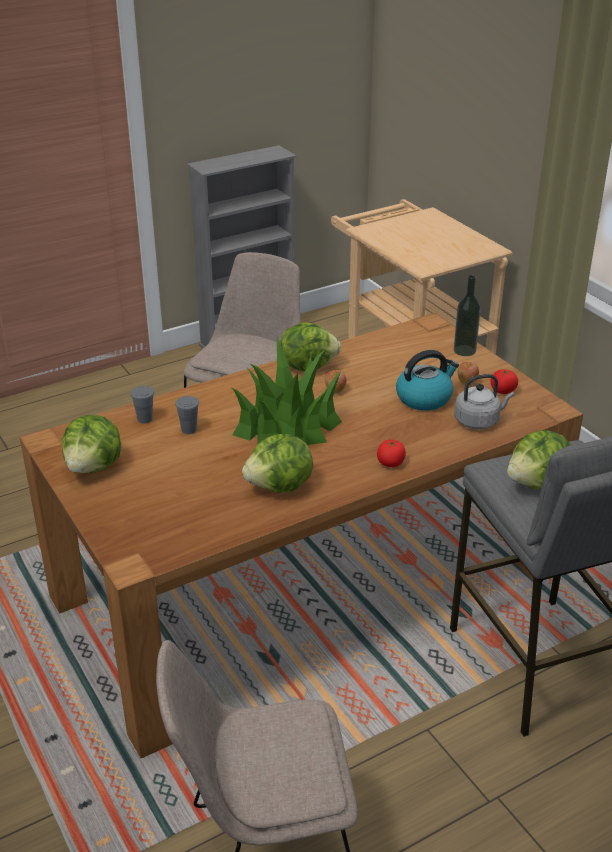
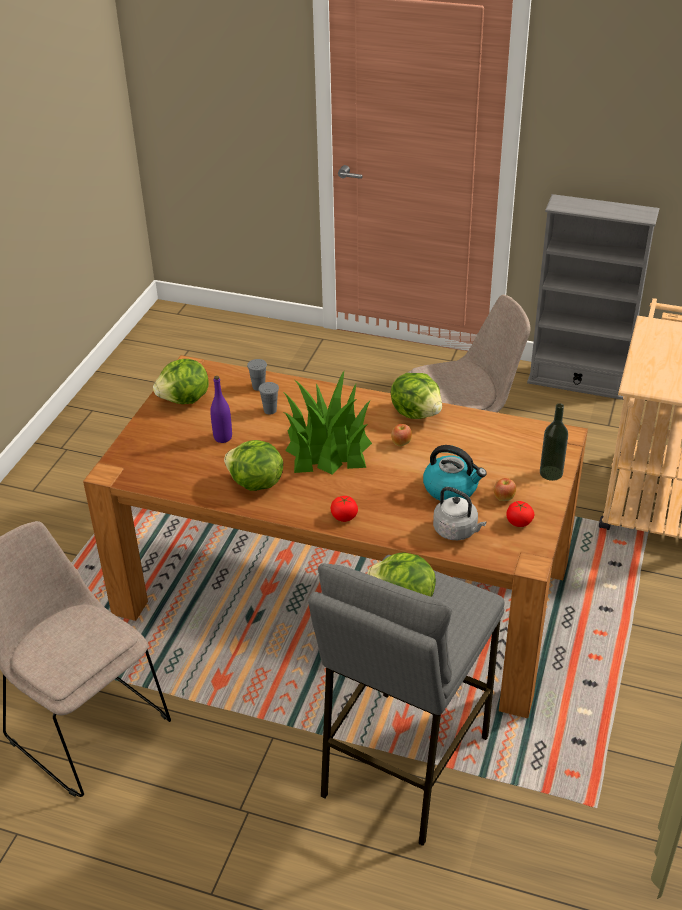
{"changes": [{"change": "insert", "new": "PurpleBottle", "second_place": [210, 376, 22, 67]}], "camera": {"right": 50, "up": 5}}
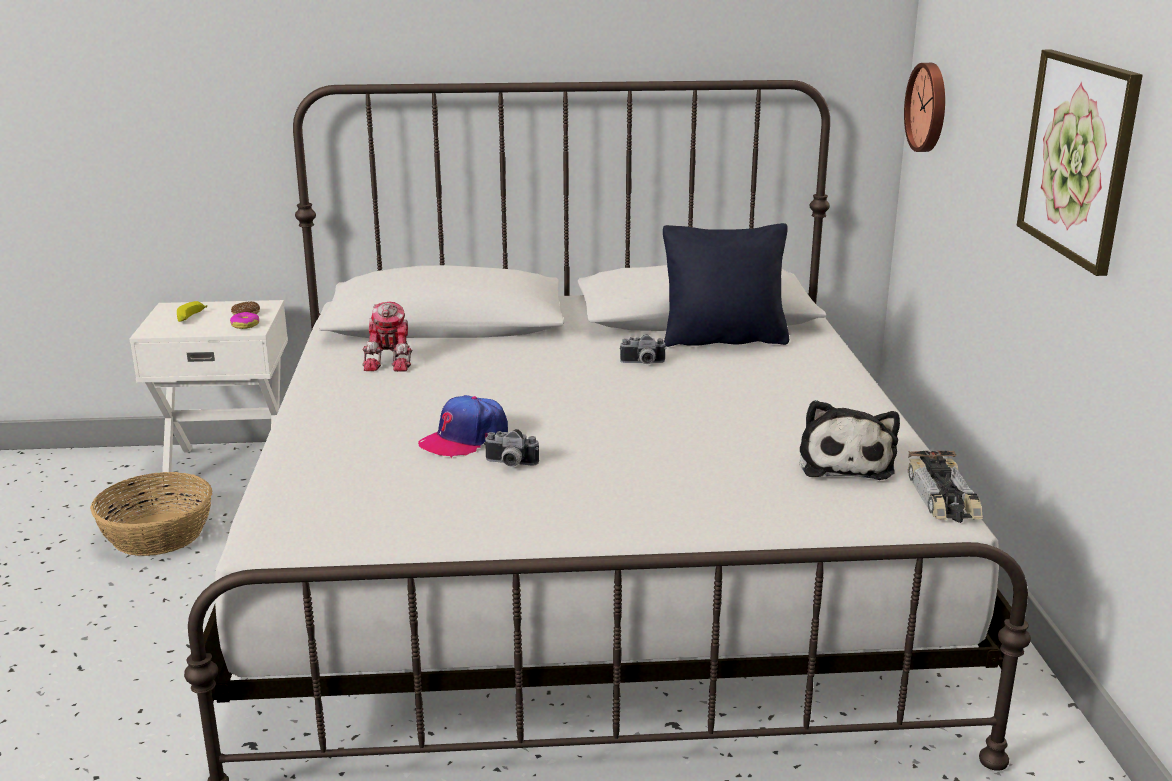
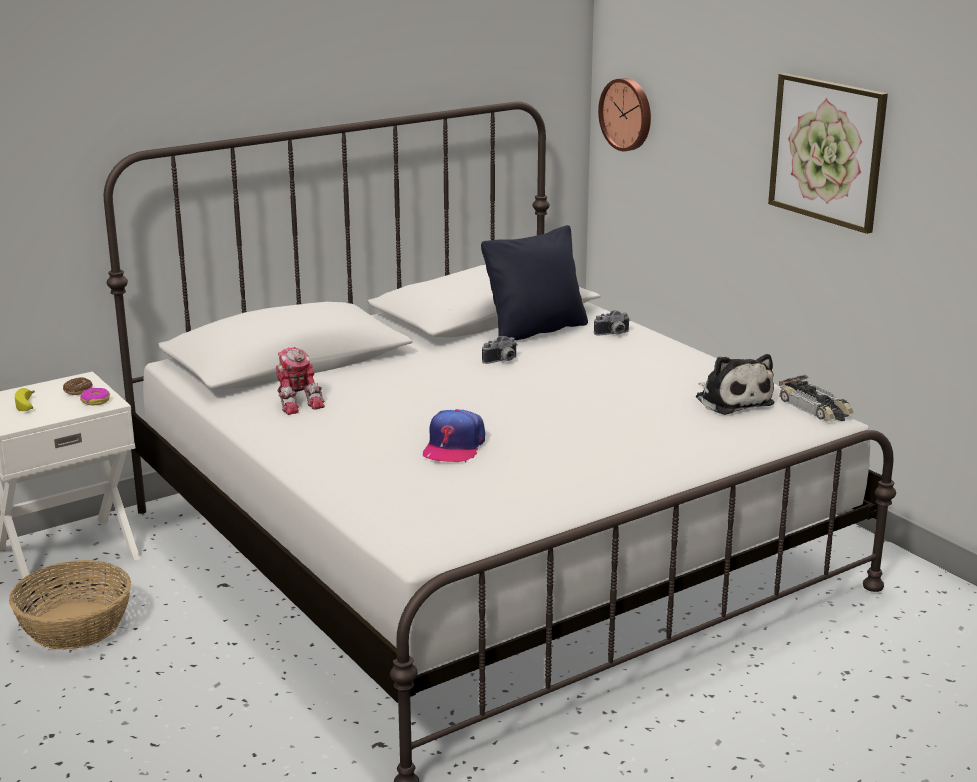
{"changes": [{"change": "move", "old": "PhotoCamera", "first_place": [484, 429, 55, 38], "second_place": [594, 310, 36, 25]}], "camera": {"right": -30, "up": 0}}
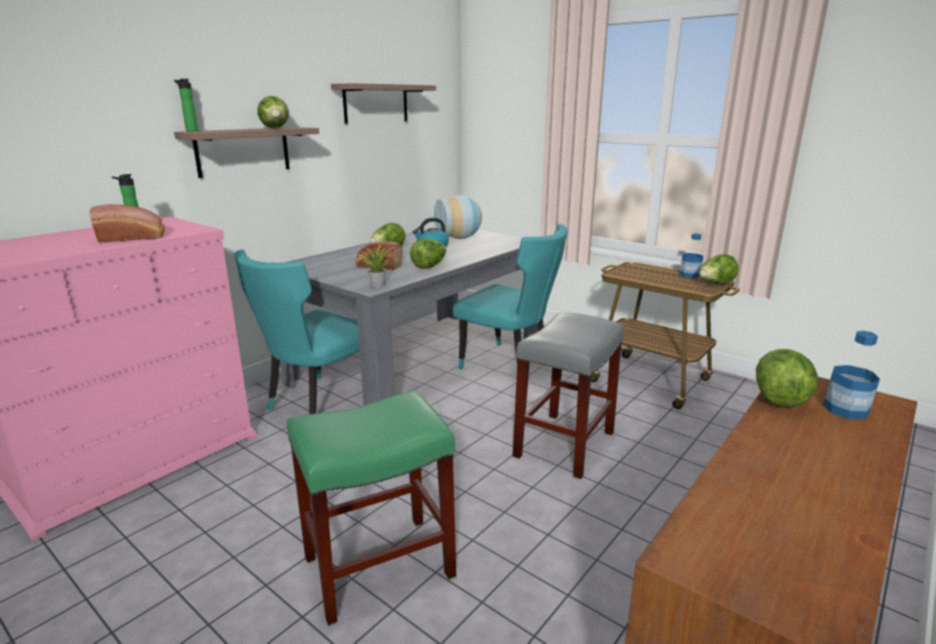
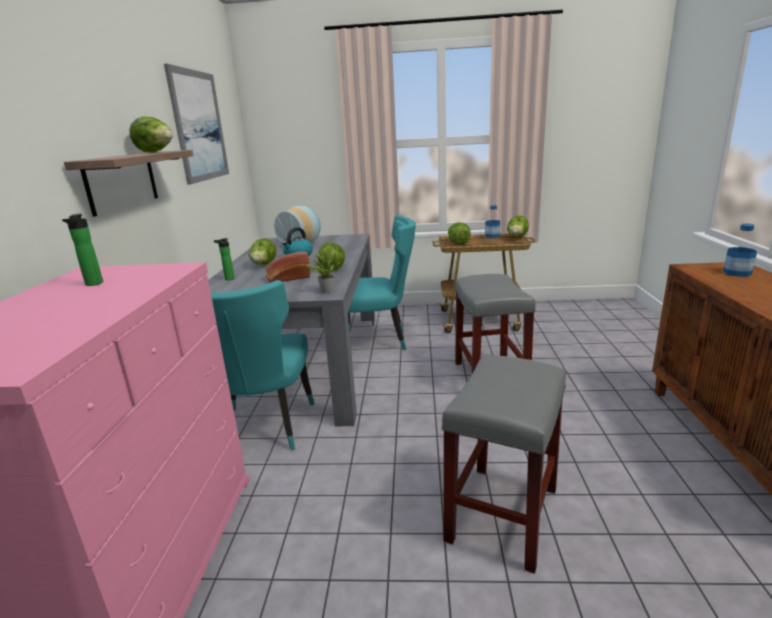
{"changes": [{"change": "replace", "old": "Shelf", "new": "Picture", "first_place": [331, 83, 105, 41], "second_place": [164, 64, 65, 121]}, {"change": "move", "old": "Bottle", "first_place": [174, 79, 24, 52], "second_place": [214, 238, 21, 42]}, {"change": "recolor", "old": "GreenStool", "new": "GreyStool", "first_place": [287, 390, 169, 236], "second_place": [441, 355, 125, 219]}, {"change": "move", "old": "Lettuce", "first_place": [756, 349, 62, 59], "second_place": [448, 222, 23, 23]}, {"change": "delete", "old": "Bread", "first_place": [90, 204, 74, 39]}], "camera": {"right": -35, "up": 0}}
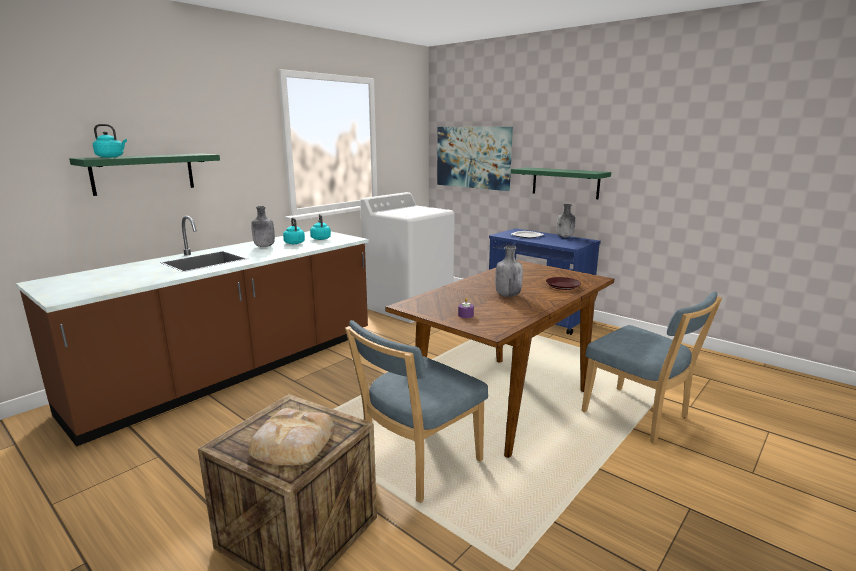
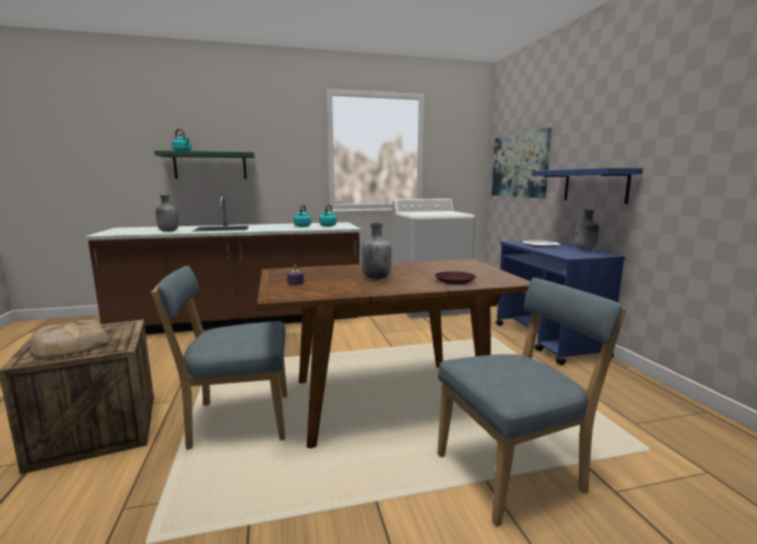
{"changes": [{"change": "move", "old": "GreyBottle", "first_place": [251, 206, 24, 41], "second_place": [156, 195, 22, 37]}, {"change": "rotate", "old": "BlueChair", "first_place": [581, 291, 141, 153], "second_place": [437, 278, 189, 249], "degrees": -105}, {"change": "recolor", "old": "GreenShelf", "new": "BlueShelf", "first_place": [511, 167, 100, 32], "second_place": [532, 168, 111, 36]}], "camera": {"right": 35, "up": -5}}
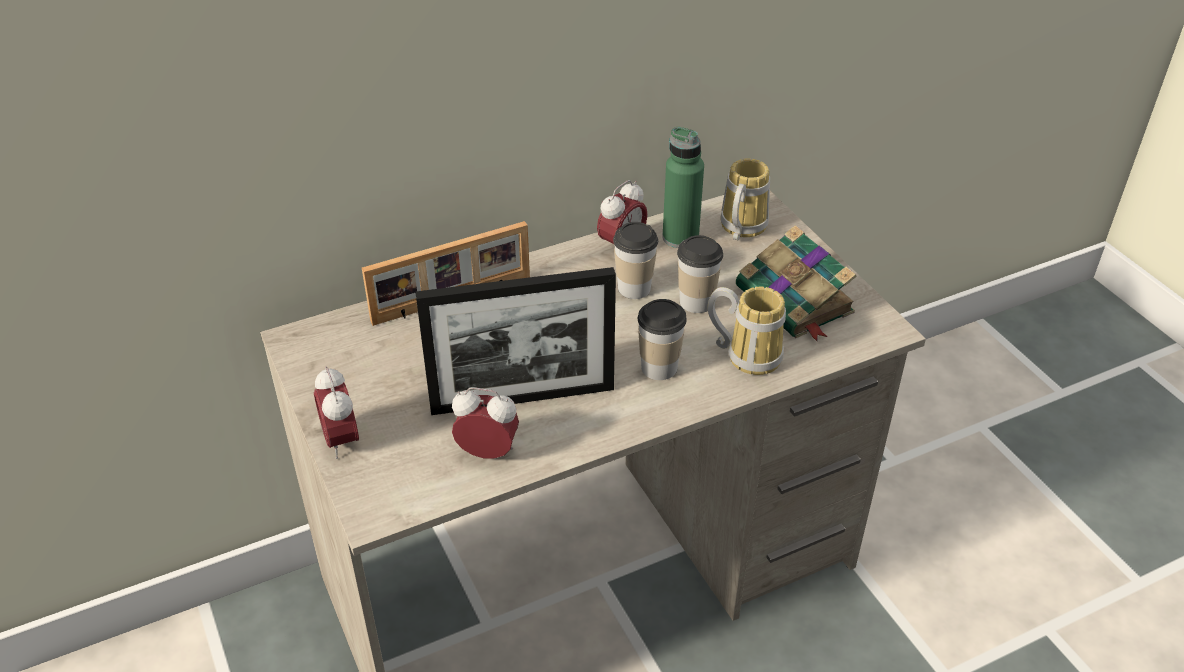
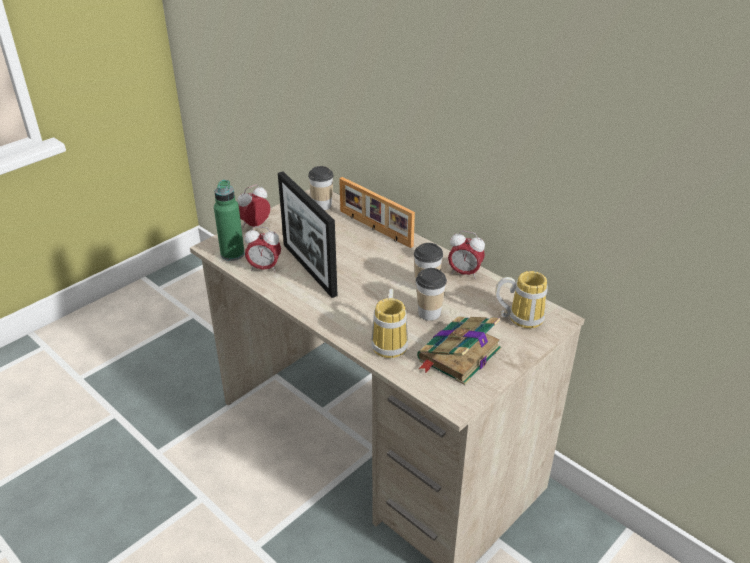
{"changes": [{"change": "move", "old": "GreenBottle", "first_place": [662, 127, 42, 121], "second_place": [214, 180, 31, 81]}, {"change": "rotate", "old": "AlarmClock", "first_place": [452, 387, 67, 72], "second_place": [244, 226, 37, 47], "degrees": 105}, {"change": "move", "old": "Cup", "first_place": [638, 299, 49, 81], "second_place": [308, 166, 26, 44]}], "camera": {"right": 70, "up": -5}}
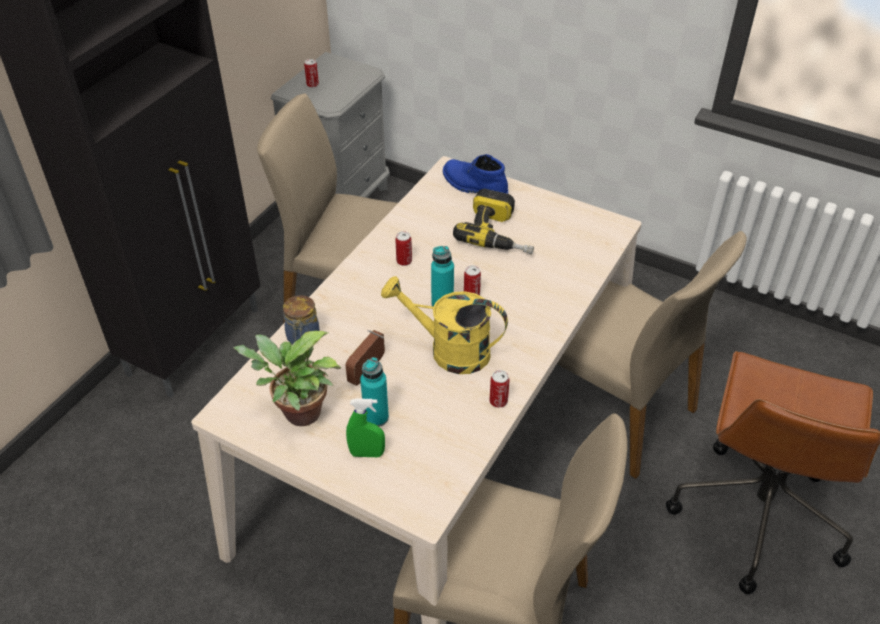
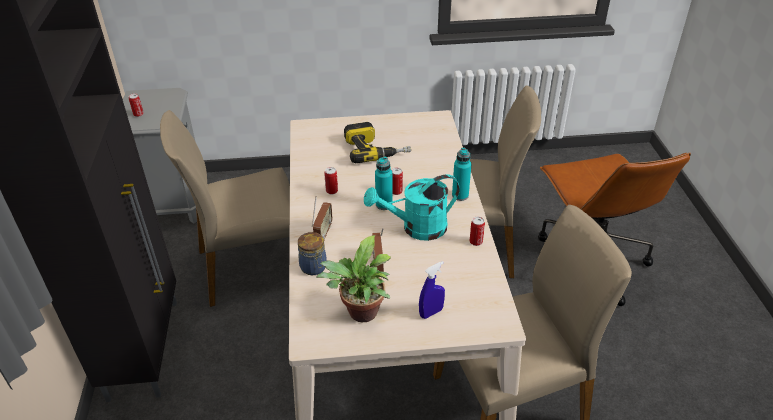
{"changes": [{"change": "insert", "new": "Radio", "second_place": [312, 196, 21, 47]}, {"change": "recolor", "old": "YellowWateringCan", "new": "TurquoiseWateringCan", "first_place": [381, 276, 127, 98], "second_place": [364, 174, 96, 67]}, {"change": "recolor", "old": "GreenSprayBottle", "new": "BlueSprayBottle", "first_place": [346, 399, 39, 58], "second_place": [419, 261, 26, 58]}, {"change": "move", "old": "TurquoiseBottle", "first_place": [360, 357, 29, 70], "second_place": [452, 148, 20, 53]}, {"change": "delete", "old": "BlueBoot", "first_place": [443, 154, 65, 40]}], "camera": {"right": -35, "up": -5}}
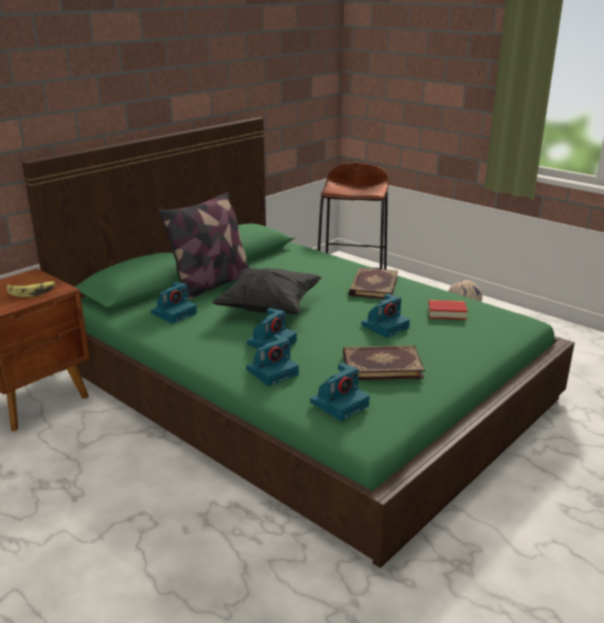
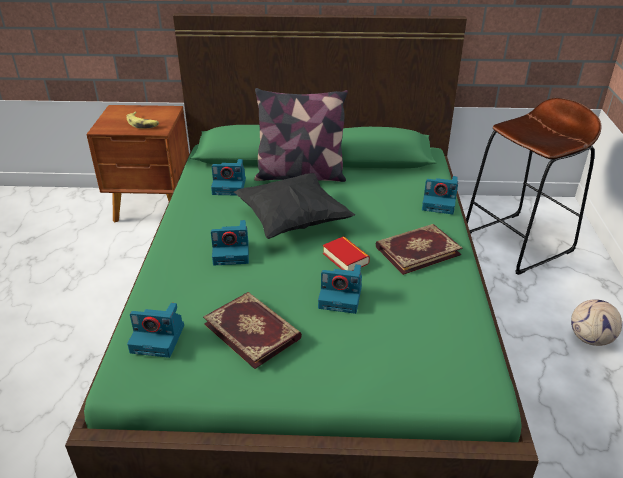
{"changes": [{"change": "move", "old": "Book", "first_place": [428, 300, 40, 20], "second_place": [323, 236, 47, 35]}, {"change": "move", "old": "PhotoCamera", "first_place": [246, 334, 53, 52], "second_place": [422, 176, 36, 38]}], "camera": {"right": 50, "up": 10}}
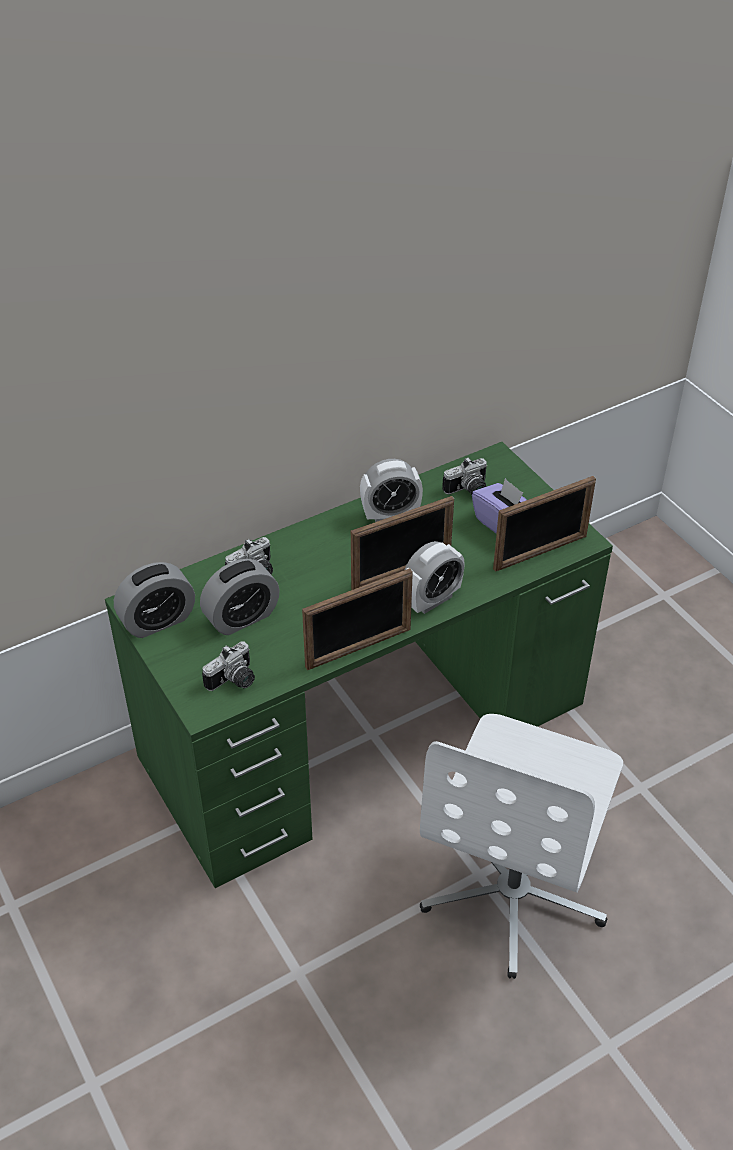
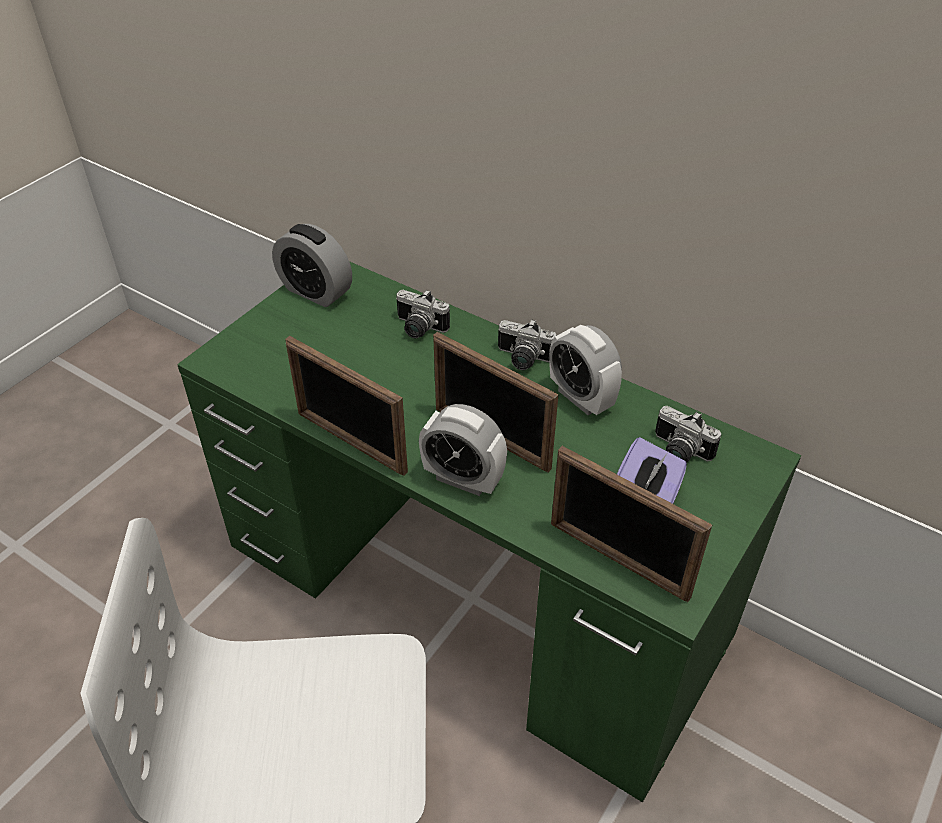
{"changes": [{"change": "move", "old": "PhotoCamera", "first_place": [202, 641, 53, 50], "second_place": [498, 319, 59, 51]}, {"change": "delete", "old": "AlarmClock", "first_place": [200, 559, 80, 76]}], "camera": {"right": 65, "up": 0}}
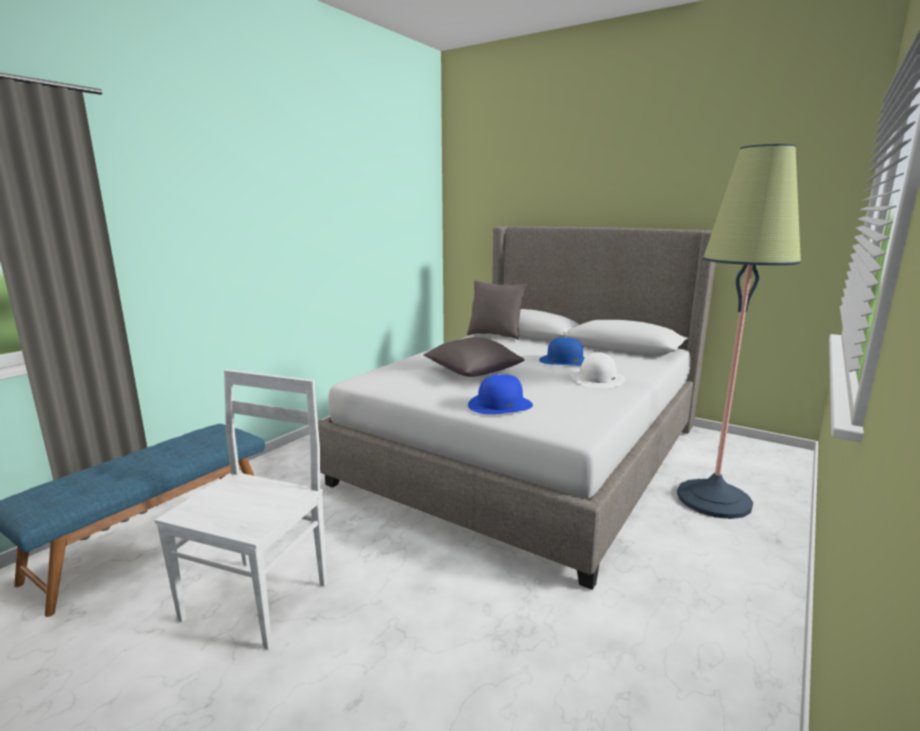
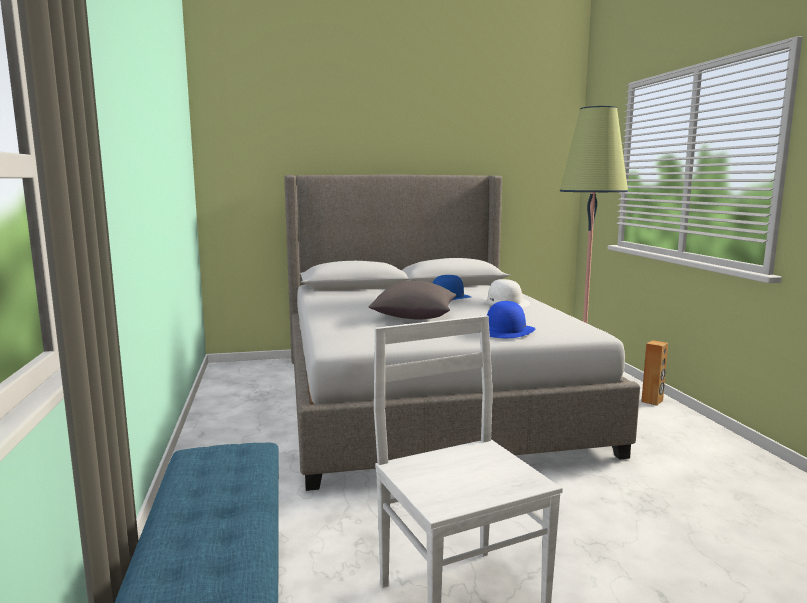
{"changes": [{"change": "insert", "new": "BrownSpeaker", "second_place": [641, 340, 27, 66]}, {"change": "delete", "old": "GreyPillow", "first_place": [467, 280, 60, 60]}], "camera": {"right": -45, "up": -5}}
